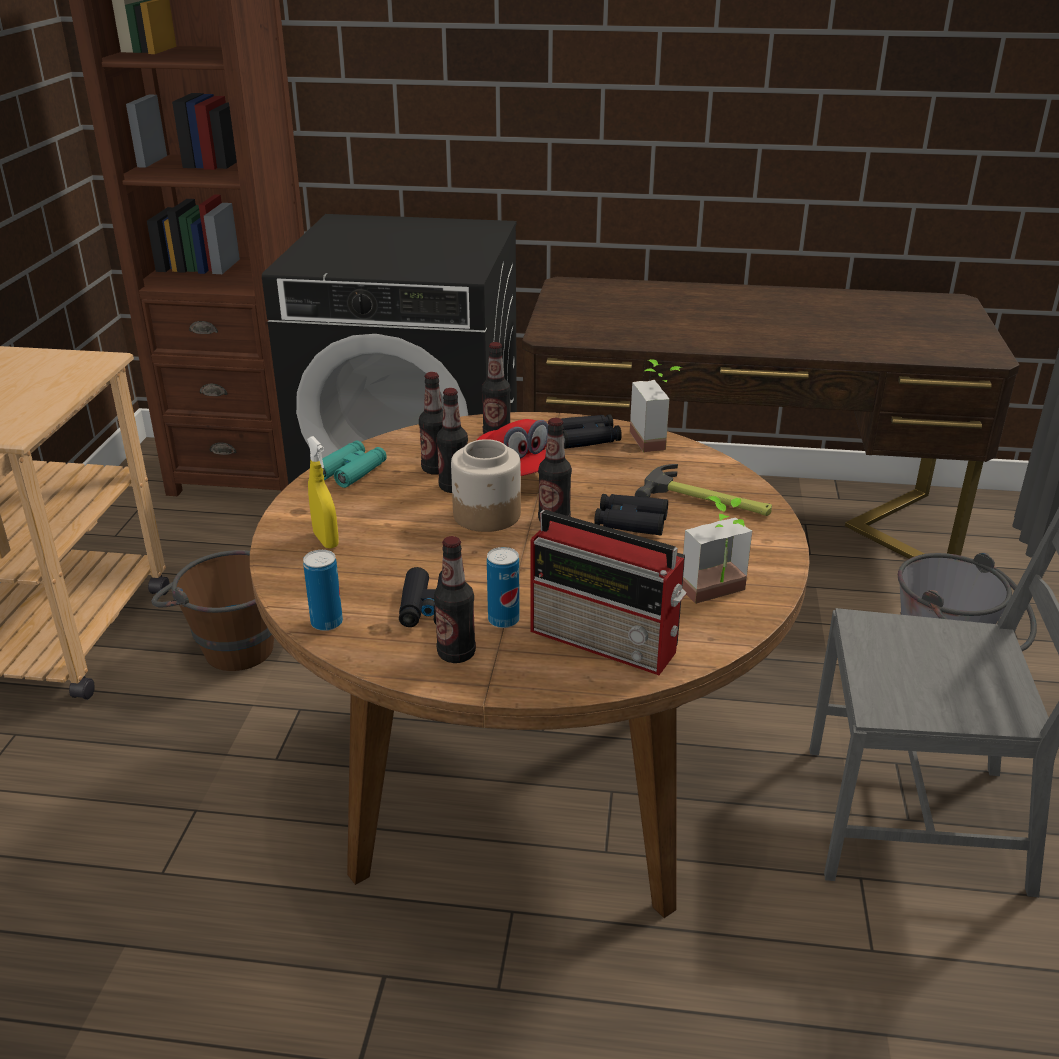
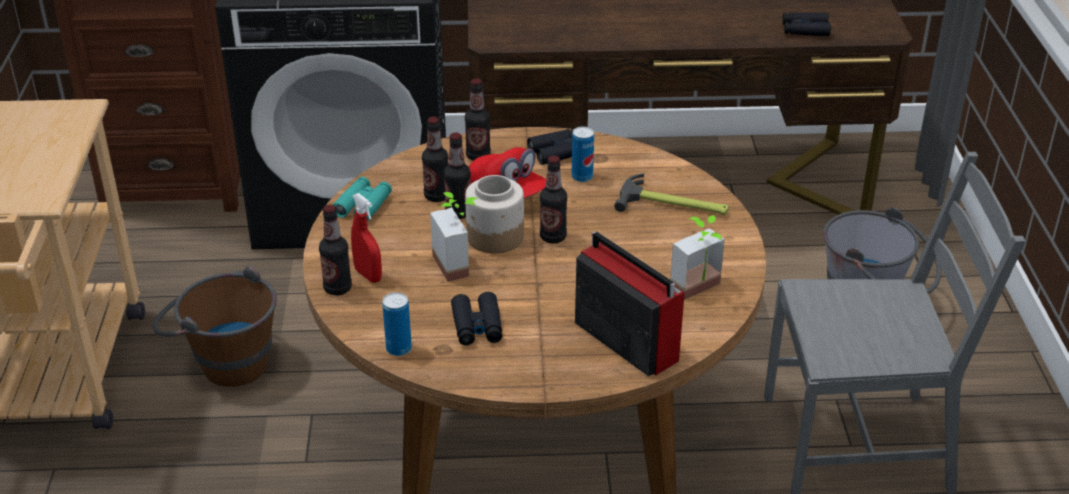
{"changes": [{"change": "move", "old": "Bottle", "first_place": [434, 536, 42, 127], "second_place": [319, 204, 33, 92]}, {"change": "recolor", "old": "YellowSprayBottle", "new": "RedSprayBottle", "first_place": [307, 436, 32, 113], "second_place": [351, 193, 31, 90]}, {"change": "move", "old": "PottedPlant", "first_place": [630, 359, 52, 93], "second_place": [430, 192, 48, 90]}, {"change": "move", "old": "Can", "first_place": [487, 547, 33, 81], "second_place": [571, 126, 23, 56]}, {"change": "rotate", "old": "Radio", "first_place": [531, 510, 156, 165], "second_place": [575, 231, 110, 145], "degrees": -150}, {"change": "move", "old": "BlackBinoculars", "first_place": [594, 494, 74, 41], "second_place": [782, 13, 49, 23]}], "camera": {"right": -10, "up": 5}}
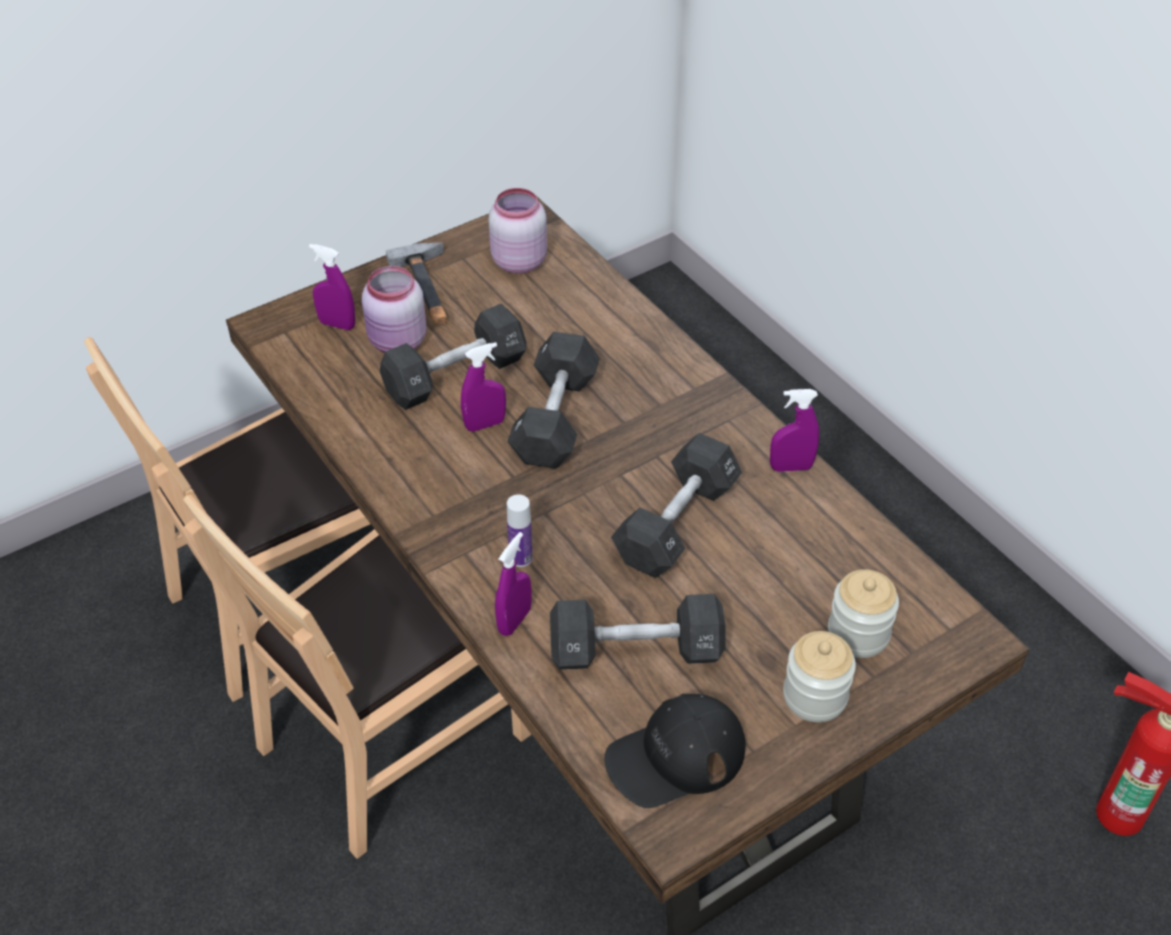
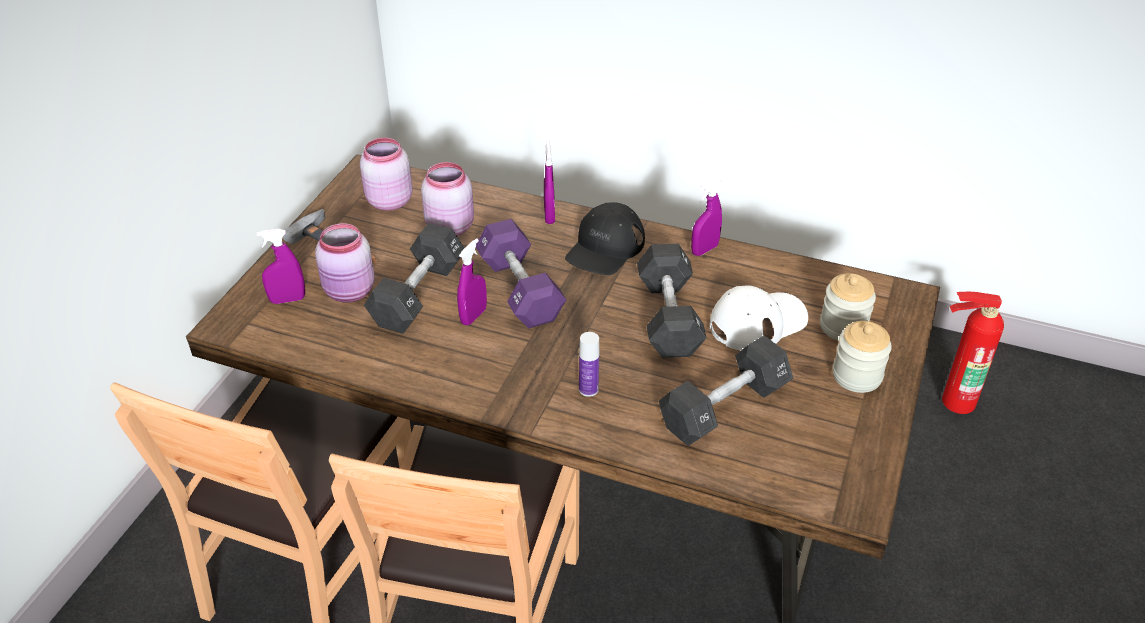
{"changes": [{"change": "insert", "new": "PinkJar", "second_place": [421, 162, 53, 74]}, {"change": "recolor", "old": "BlackDumbbell", "new": "PurpleDumbbell", "first_place": [507, 332, 93, 137], "second_place": [476, 219, 90, 110]}, {"change": "move", "old": "PurpleSprayBottle", "first_place": [495, 532, 36, 104], "second_place": [544, 141, 11, 83]}, {"change": "move", "old": "BlackCap", "first_place": [605, 693, 141, 115], "second_place": [565, 202, 80, 73]}, {"change": "insert", "new": "WhiteCap", "second_place": [710, 285, 98, 66]}], "camera": {"right": -35, "up": -5}}
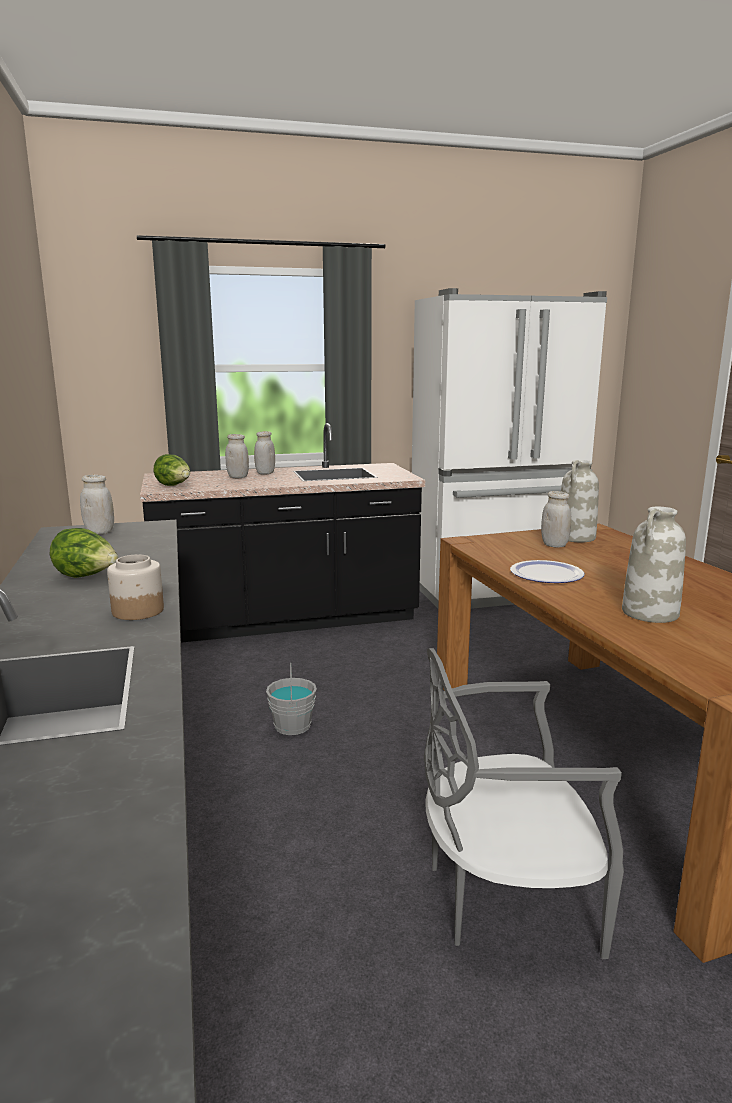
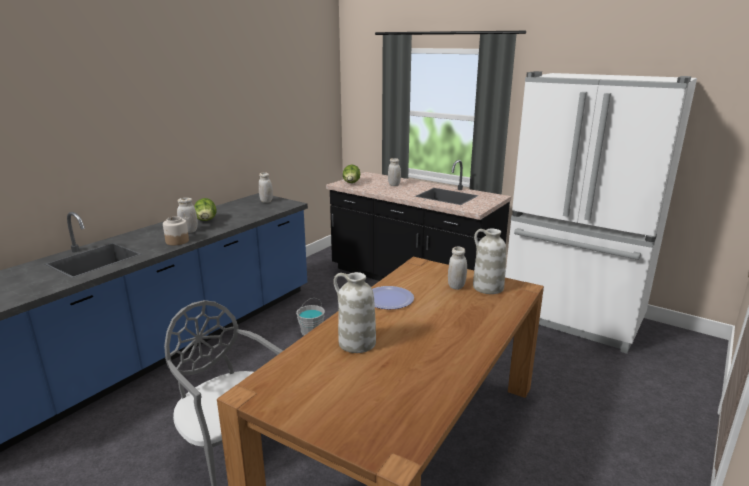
{"changes": [{"change": "move", "old": "WhiteJar", "first_place": [254, 431, 21, 43], "second_place": [177, 198, 21, 35]}], "camera": {"right": 50, "up": 5}}
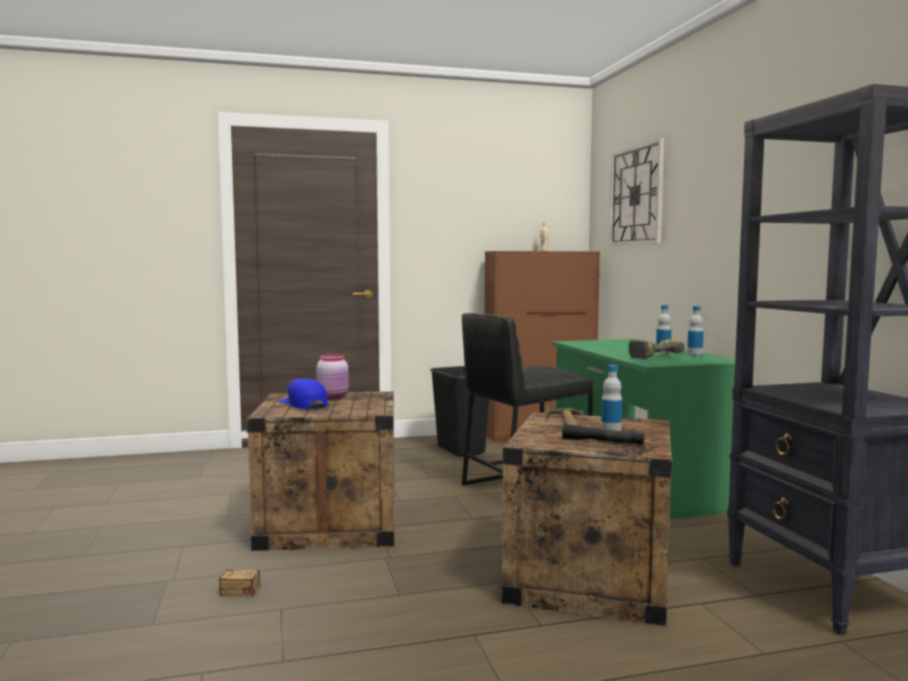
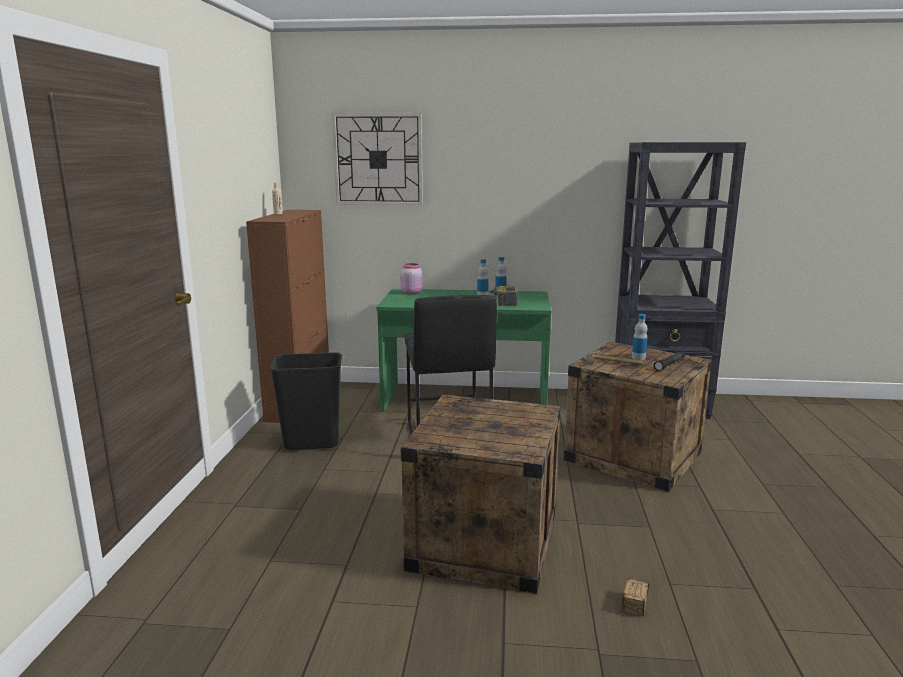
{"changes": [{"change": "move", "old": "PinkJar", "first_place": [316, 354, 33, 45], "second_place": [400, 263, 22, 32]}, {"change": "delete", "old": "BlueCap", "first_place": [278, 379, 50, 30]}], "camera": {"right": -70, "up": 10}}
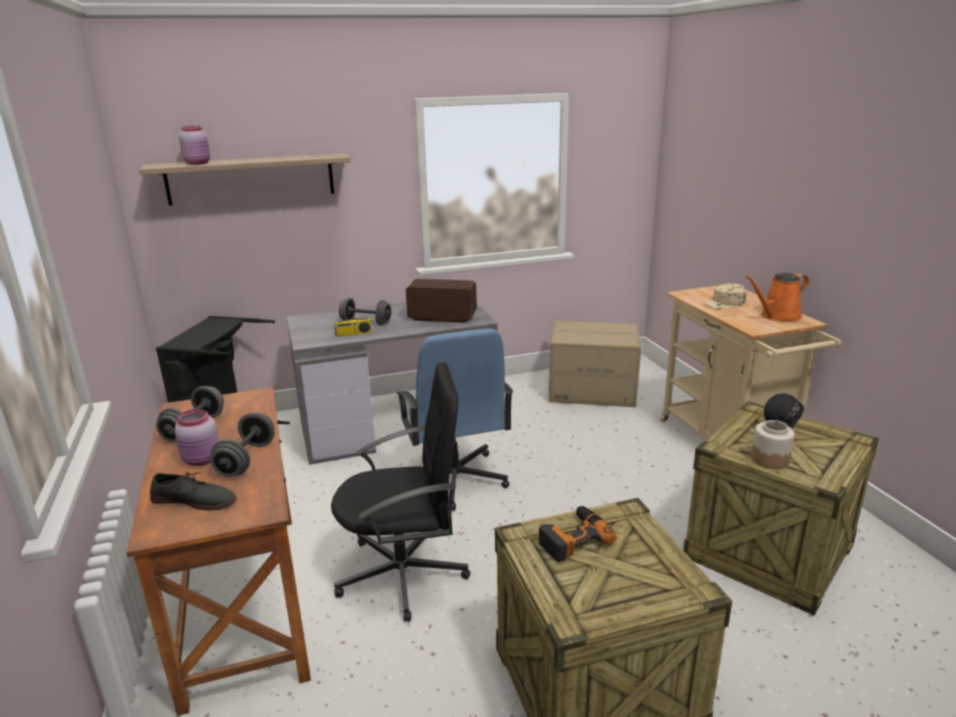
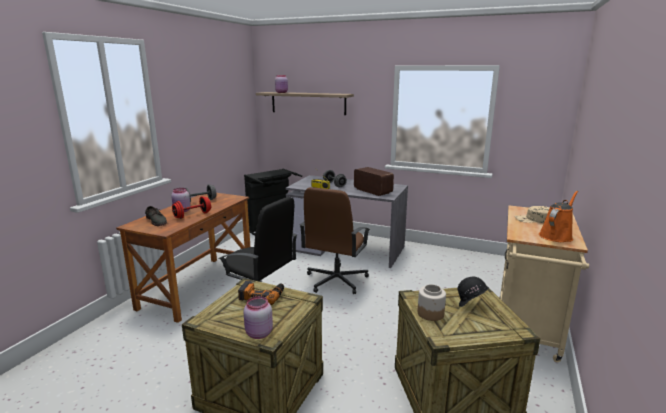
{"changes": [{"change": "recolor", "old": "GreyDumbbell", "new": "RedDumbbell", "first_place": [210, 413, 65, 64], "second_place": [172, 196, 39, 23]}, {"change": "insert", "new": "PinkJar", "second_place": [243, 296, 30, 43]}, {"change": "recolor", "old": "BlueOfficeChair", "new": "BrownOfficeChair", "first_place": [396, 328, 118, 183], "second_place": [300, 187, 70, 107]}, {"change": "rotate", "old": "OrangeWateringCan", "first_place": [746, 273, 63, 48], "second_place": [539, 191, 39, 51], "degrees": 120}, {"change": "delete", "old": "CardboardBox", "first_place": [549, 320, 92, 87]}], "camera": {"right": 40, "up": -5}}
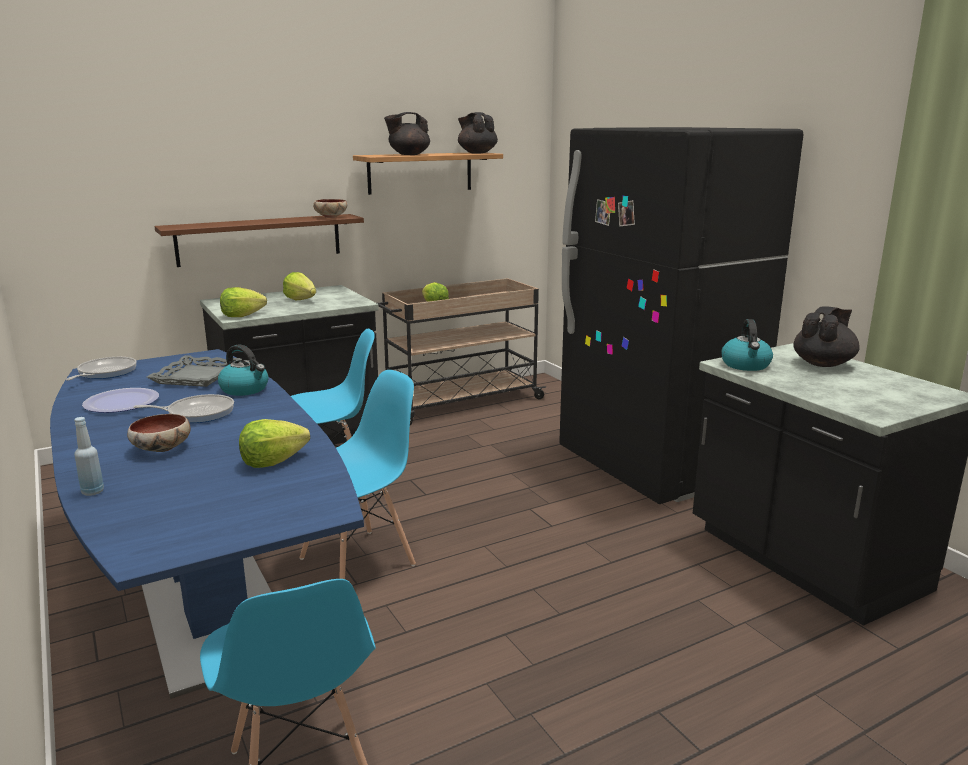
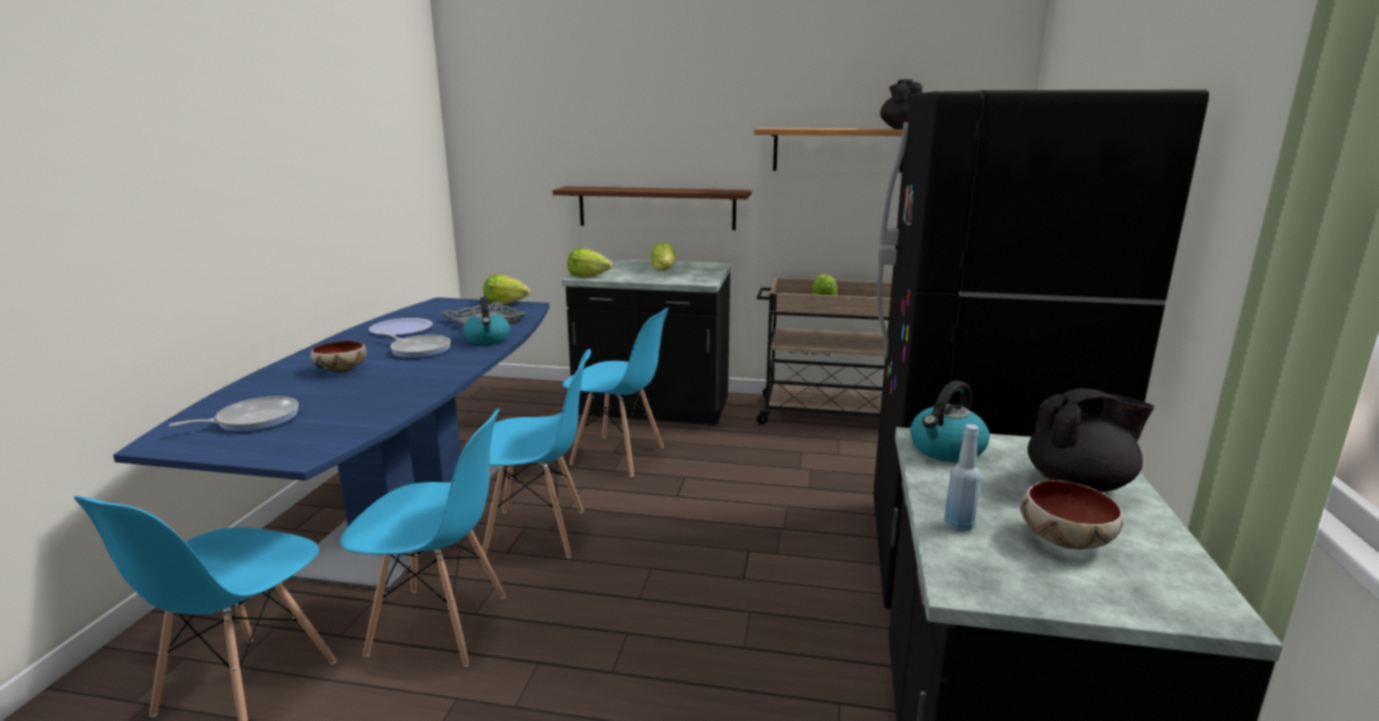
{"changes": [{"change": "move", "old": "FryingPan", "first_place": [66, 357, 71, 23], "second_place": [169, 396, 130, 36]}, {"change": "insert", "new": "BlueChair", "second_place": [340, 408, 166, 259]}, {"change": "move", "old": "Lettuce", "first_place": [239, 419, 71, 49], "second_place": [484, 274, 46, 30]}, {"change": "move", "old": "BlueBottle", "first_place": [74, 417, 30, 79], "second_place": [944, 424, 36, 108]}, {"change": "move", "old": "Bowl", "first_place": [313, 199, 34, 19], "second_place": [1020, 480, 104, 69]}, {"change": "delete", "old": "BlackTeapot", "first_place": [384, 112, 46, 43]}], "camera": {"right": 40, "up": 0}}
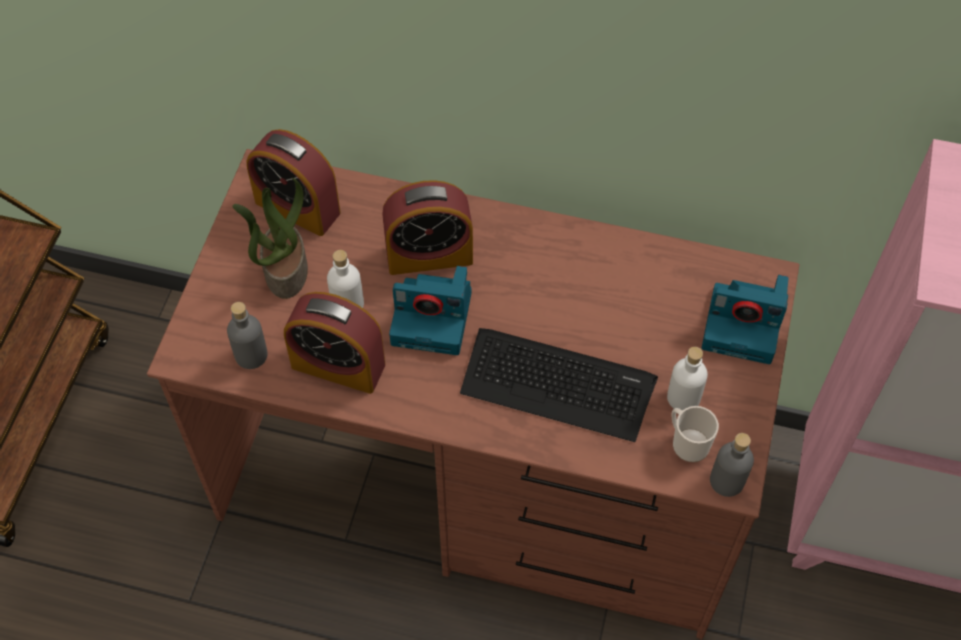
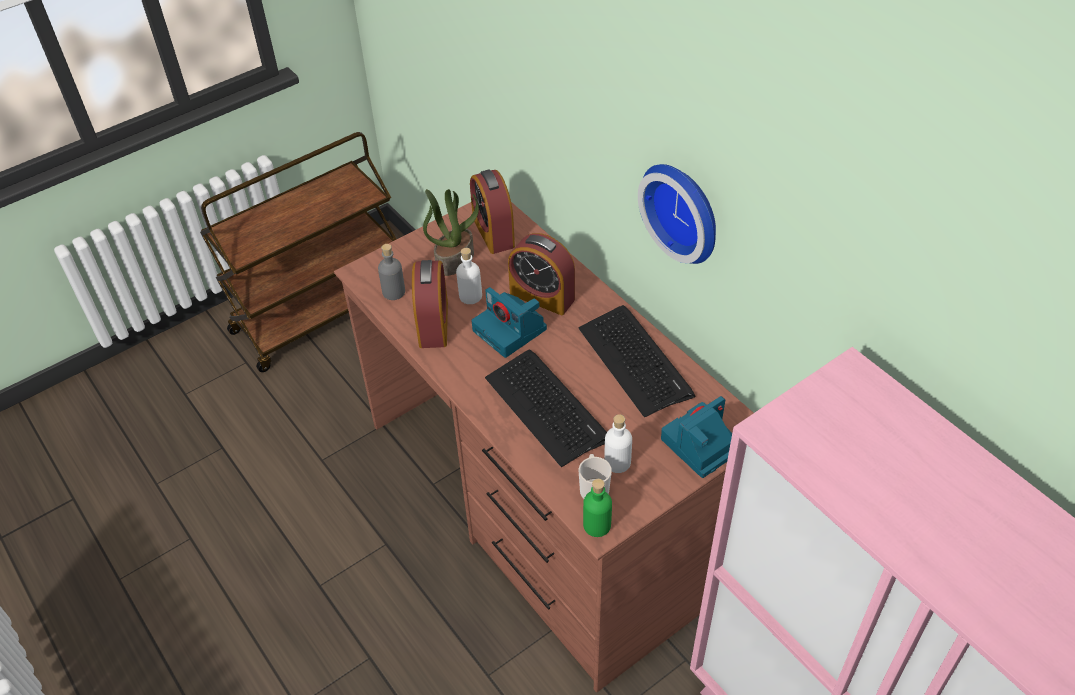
{"changes": [{"change": "rotate", "old": "AlarmClock", "first_place": [284, 292, 101, 102], "second_place": [412, 260, 36, 88], "degrees": -150}, {"change": "insert", "new": "Keyboard", "second_place": [578, 305, 117, 112]}, {"change": "recolor", "old": "GreyBottle", "new": "GreenBottle", "first_place": [710, 433, 44, 64], "second_place": [583, 479, 29, 58]}, {"change": "insert", "new": "WallClock", "second_place": [638, 164, 78, 100]}, {"change": "rotate", "old": "PhotoCamera", "first_place": [702, 275, 87, 89], "second_place": [661, 396, 71, 82], "degrees": 90}], "camera": {"right": 40, "up": -10}}
